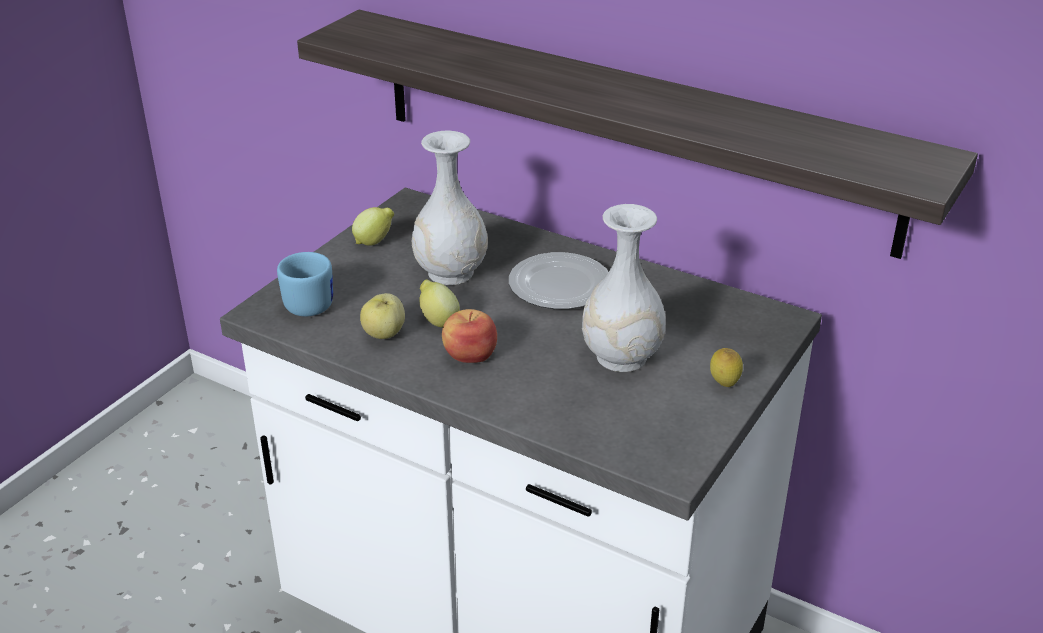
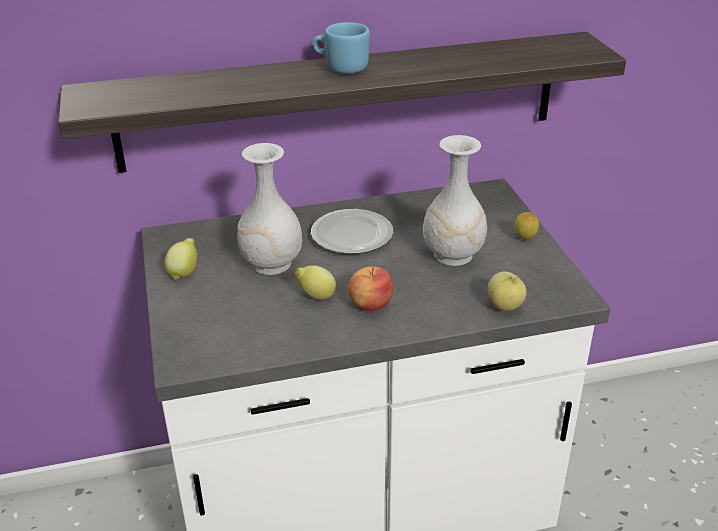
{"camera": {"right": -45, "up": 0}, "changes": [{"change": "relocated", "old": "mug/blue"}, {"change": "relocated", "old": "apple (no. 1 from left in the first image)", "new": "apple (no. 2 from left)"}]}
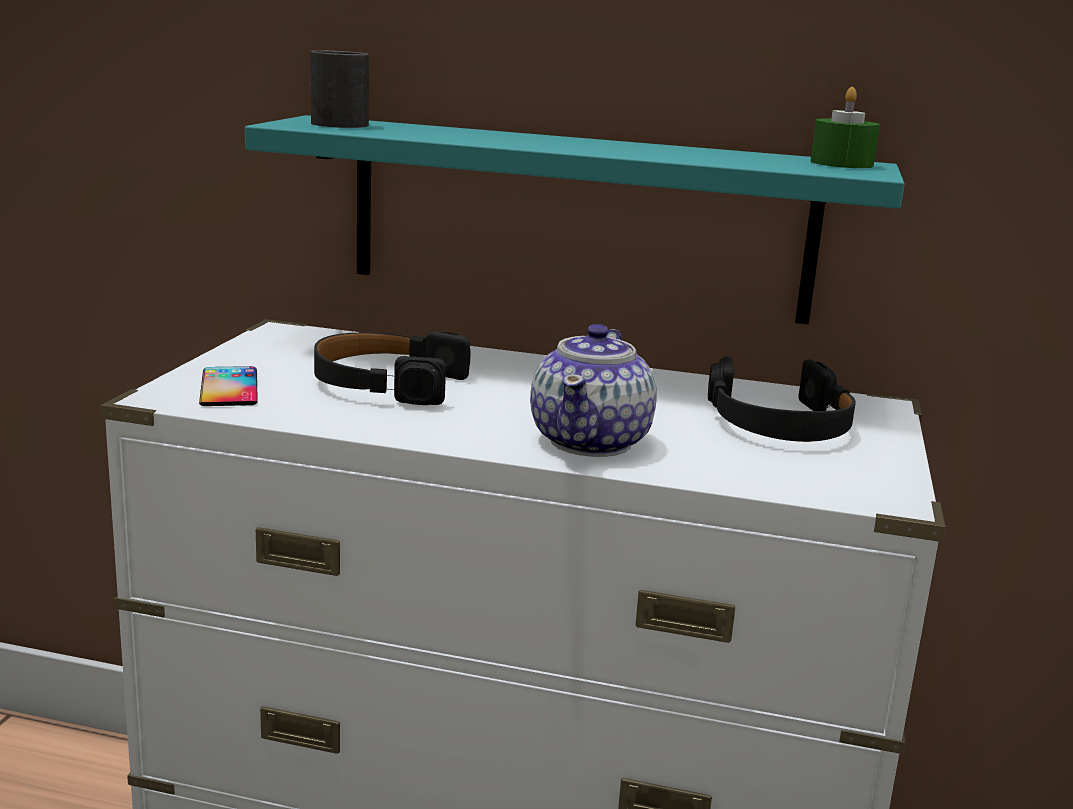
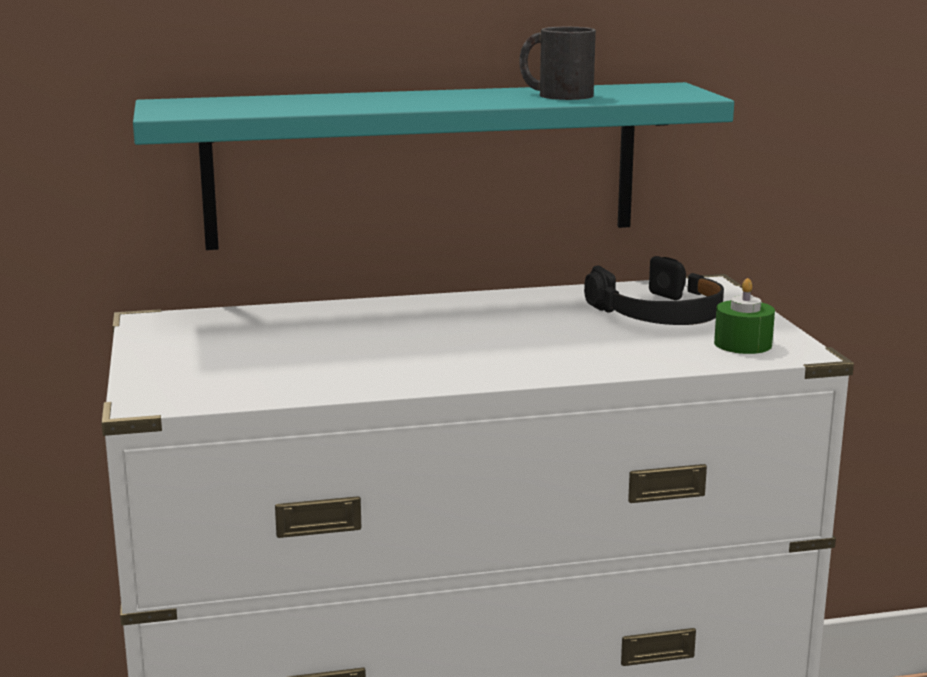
{"camera": {"right": -25, "up": 0}, "changes": [{"change": "relocated", "old": "mug/black"}, {"change": "relocated", "old": "candle/green"}, {"change": "missing", "old": "teapot"}, {"change": "missing", "old": "headphones/black (no. 1 from left)"}, {"change": "missing", "old": "phone"}]}
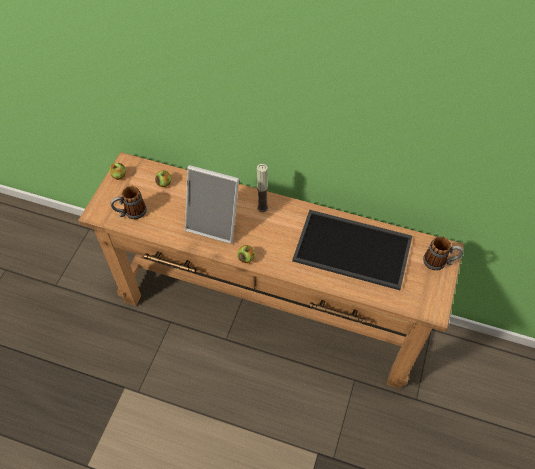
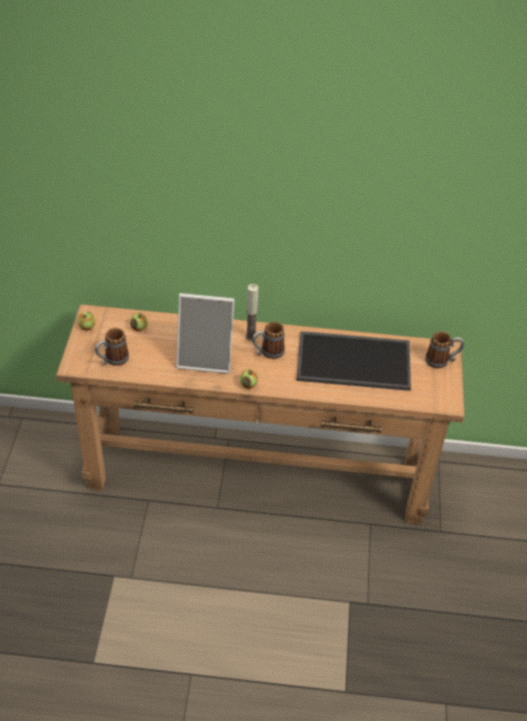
{"camera": {"right": -15, "up": -10}, "changes": [{"change": "appeared", "new": "mug (no. 2 from left)"}]}
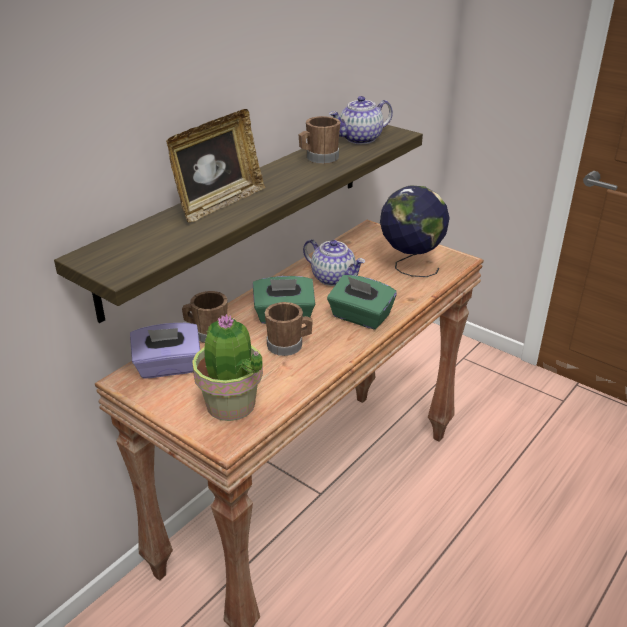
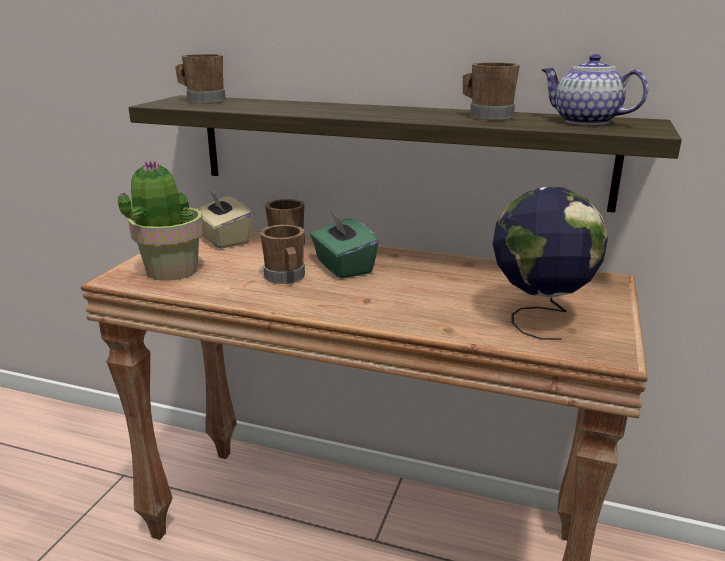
{"camera": {"right": 70, "up": -10}, "changes": [{"change": "missing", "old": "picture frame"}, {"change": "missing", "old": "teapot (no. 1 from left)"}, {"change": "missing", "old": "tissue box/green (no. 2 from left)"}, {"change": "colour", "old": "tissue box/purple", "new": "tissue box/beige"}, {"change": "appeared", "new": "mug/brown (no. 1 from left)"}]}
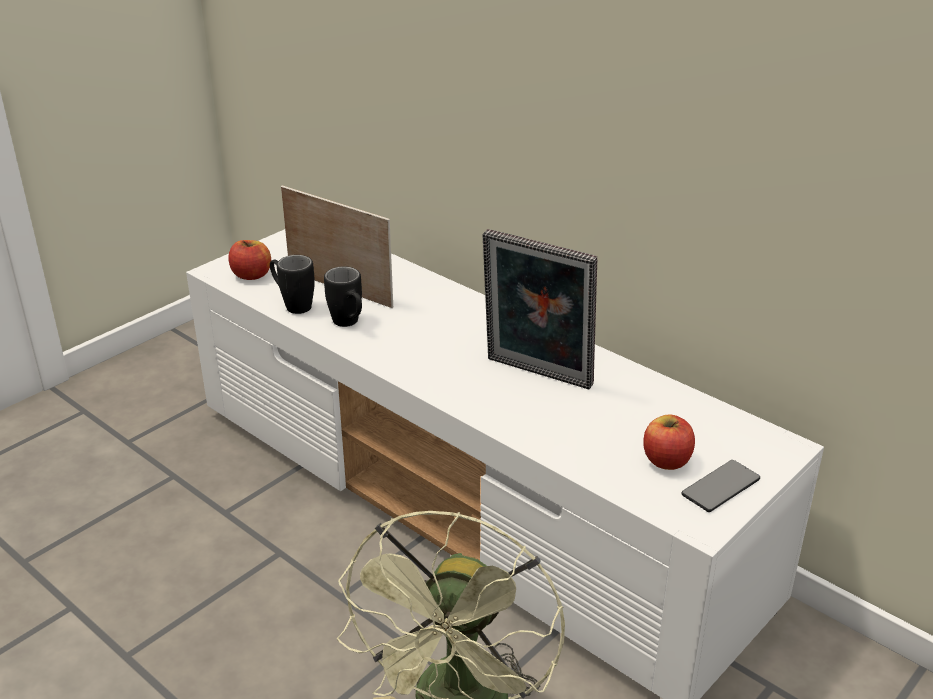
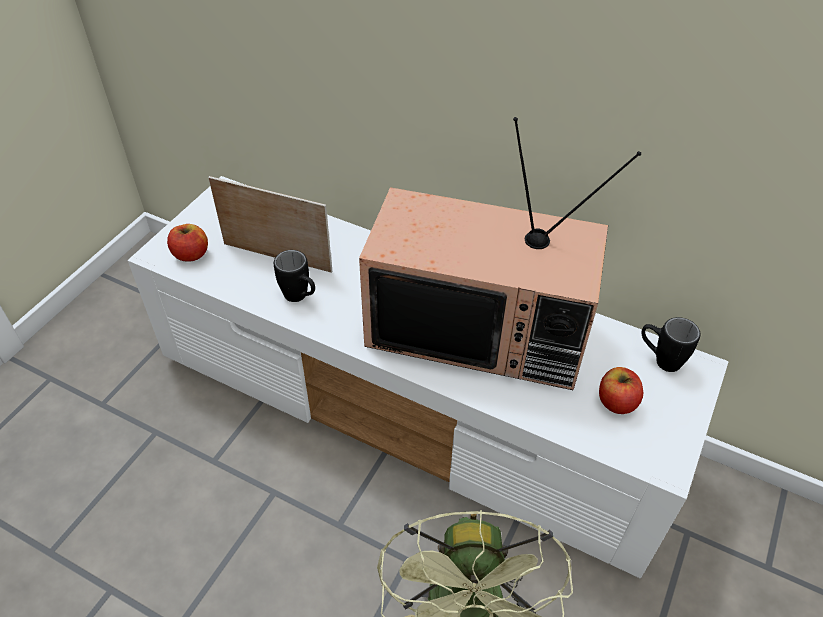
{"camera": {"right": -15, "up": 15}, "changes": [{"change": "exchanged", "old": "picture frame (no. 2 from left)", "new": "television"}, {"change": "relocated", "old": "mug/black (no. 1 from left in the first image)", "new": "mug/black (no. 2 from left)"}, {"change": "missing", "old": "phone"}]}
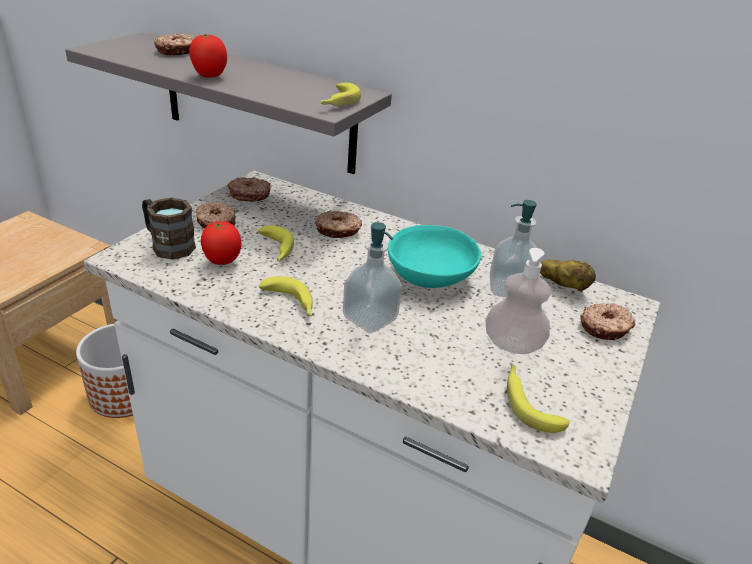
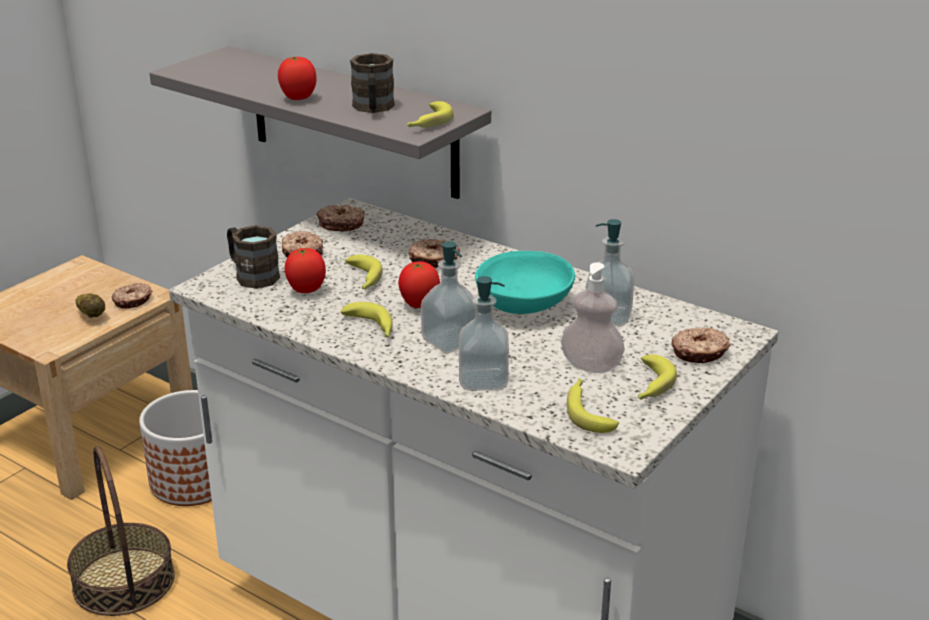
{"camera": {"right": 10, "up": -5}, "changes": [{"change": "relocated", "old": "donut (no. 1 from left)"}, {"change": "relocated", "old": "potato"}, {"change": "appeared", "new": "mug/brown (no. 2 from left)"}, {"change": "appeared", "new": "tomato (no. 3 from left)"}, {"change": "appeared", "new": "soap dispenser (no. 2 from left)"}, {"change": "appeared", "new": "banana (no. 5 from left)"}, {"change": "appeared", "new": "basket"}]}
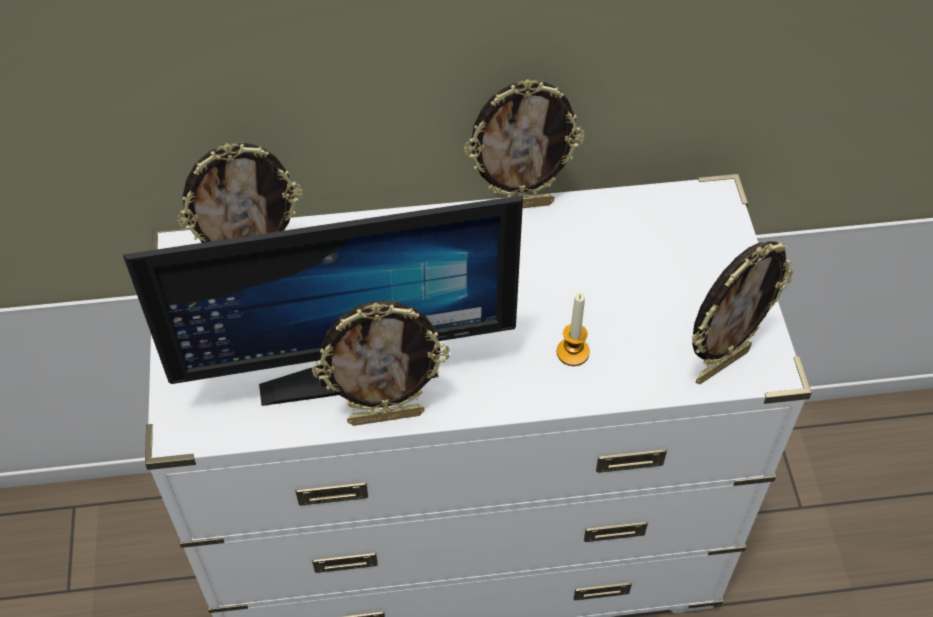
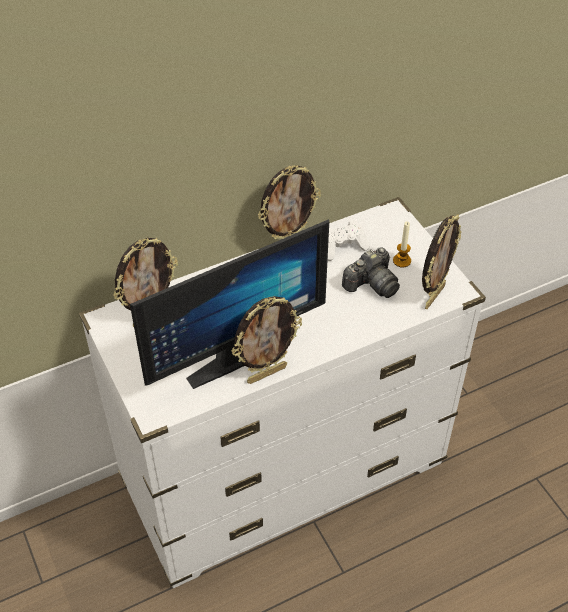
{"camera": {"right": -20, "up": -5}, "changes": [{"change": "relocated", "old": "candle"}, {"change": "appeared", "new": "game controller/white"}, {"change": "appeared", "new": "photo camera"}]}
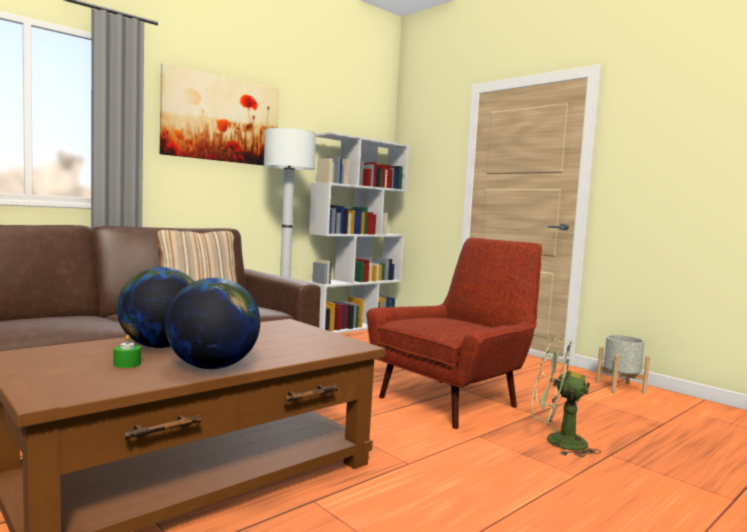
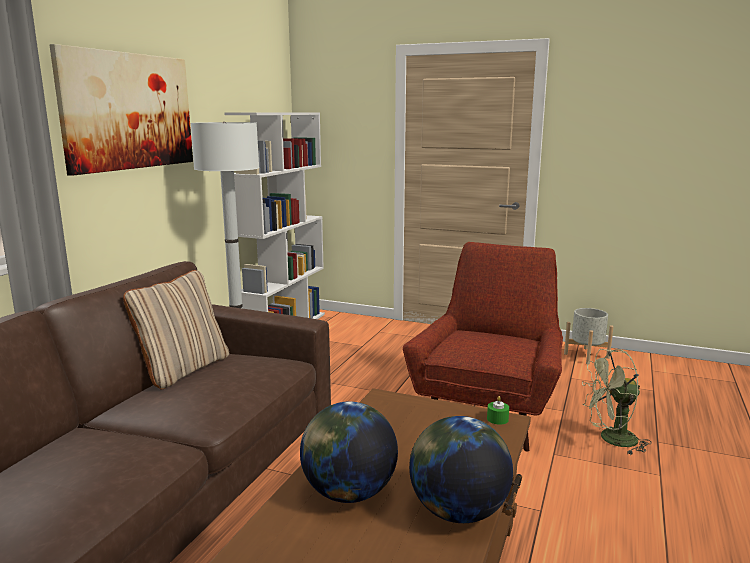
{"camera": {"right": -25, "up": 10}, "changes": [{"change": "relocated", "old": "candle/green"}]}
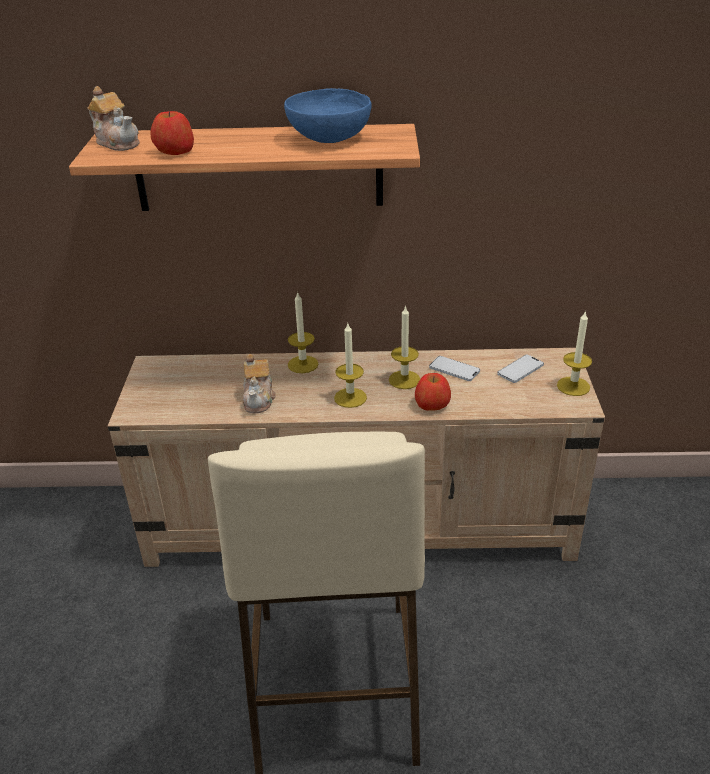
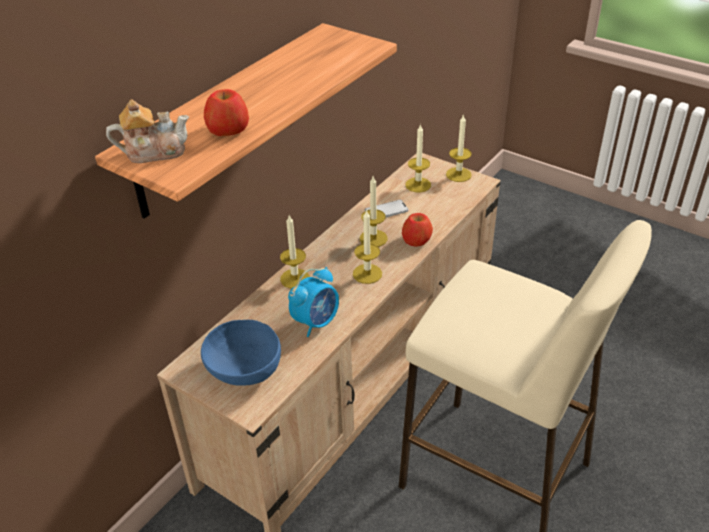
{"camera": {"right": -55, "up": 5}, "changes": [{"change": "relocated", "old": "bowl/blue"}, {"change": "exchanged", "old": "teapot (no. 2 from left)", "new": "alarm clock"}, {"change": "exchanged", "old": "phone (no. 2 from left)", "new": "candle (no. 4 from left)"}]}
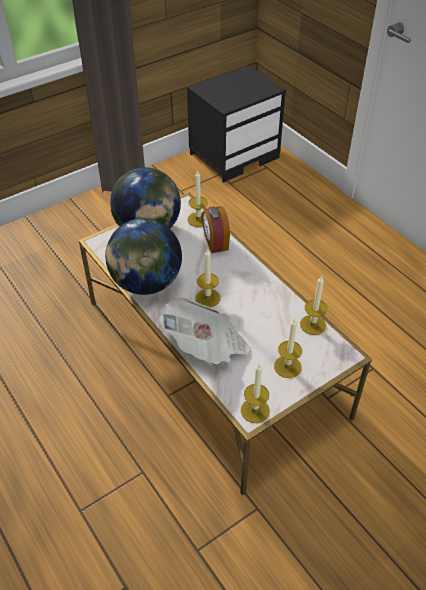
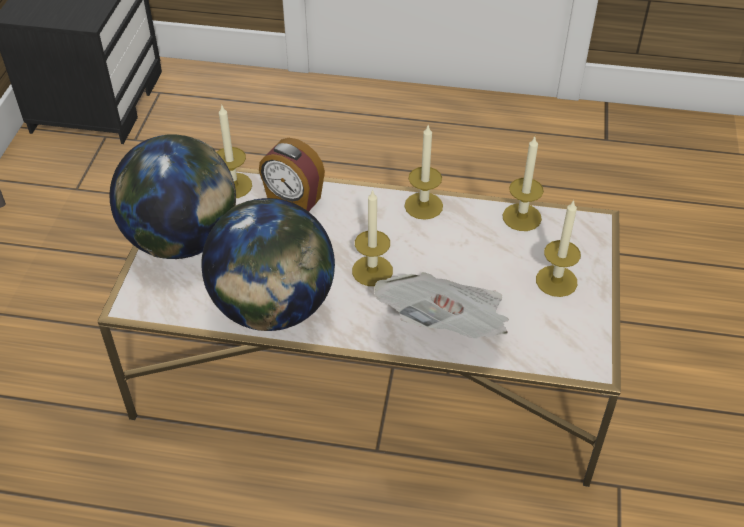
{"camera": {"right": -45, "up": 0}, "changes": [{"change": "relocated", "old": "candle (no. 3 from left)"}]}
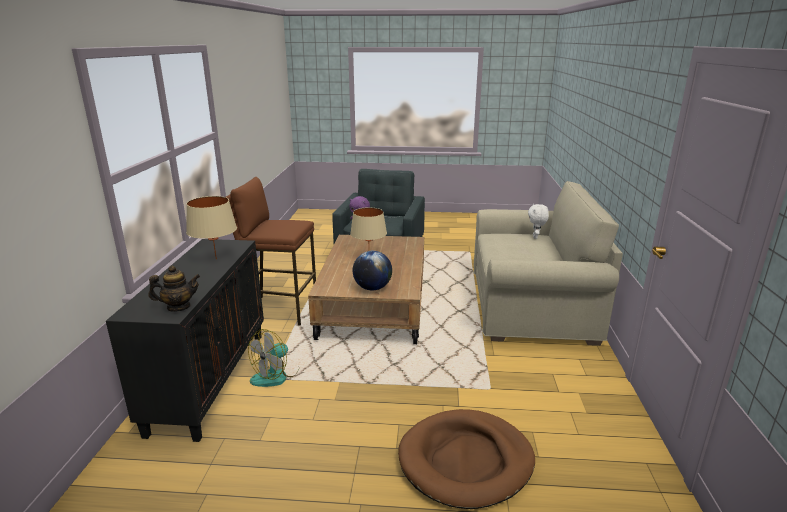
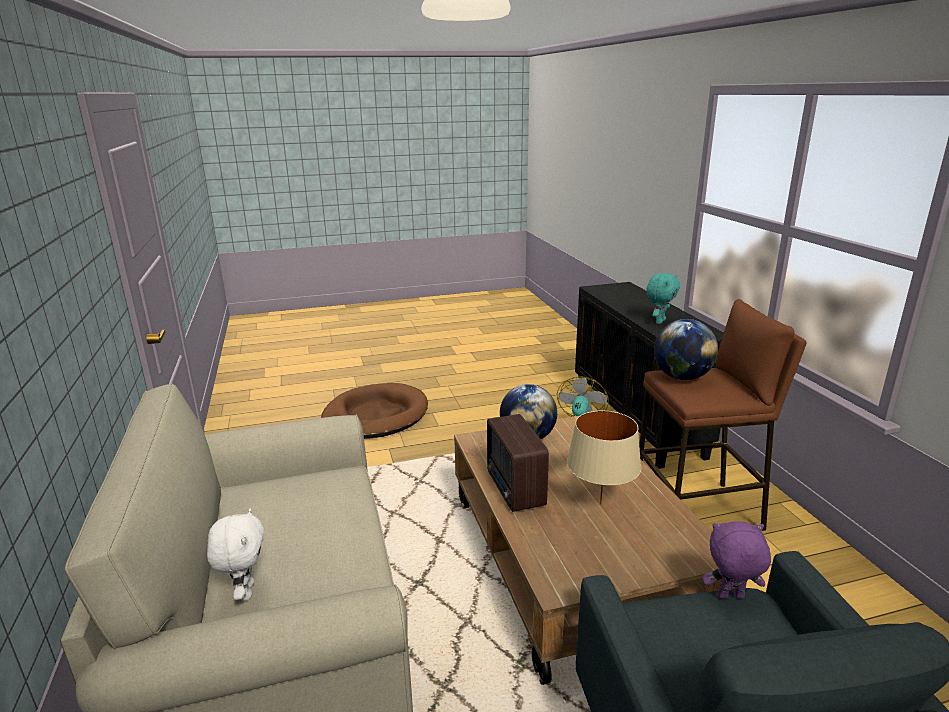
{"camera": {"right": 160, "up": 0}, "changes": [{"change": "exchanged", "old": "table lamp/beige (no. 1 from left)", "new": "plush toy/turquoise"}, {"change": "missing", "old": "teapot"}, {"change": "appeared", "new": "globe (no. 2 from left)"}, {"change": "appeared", "new": "radio"}]}
